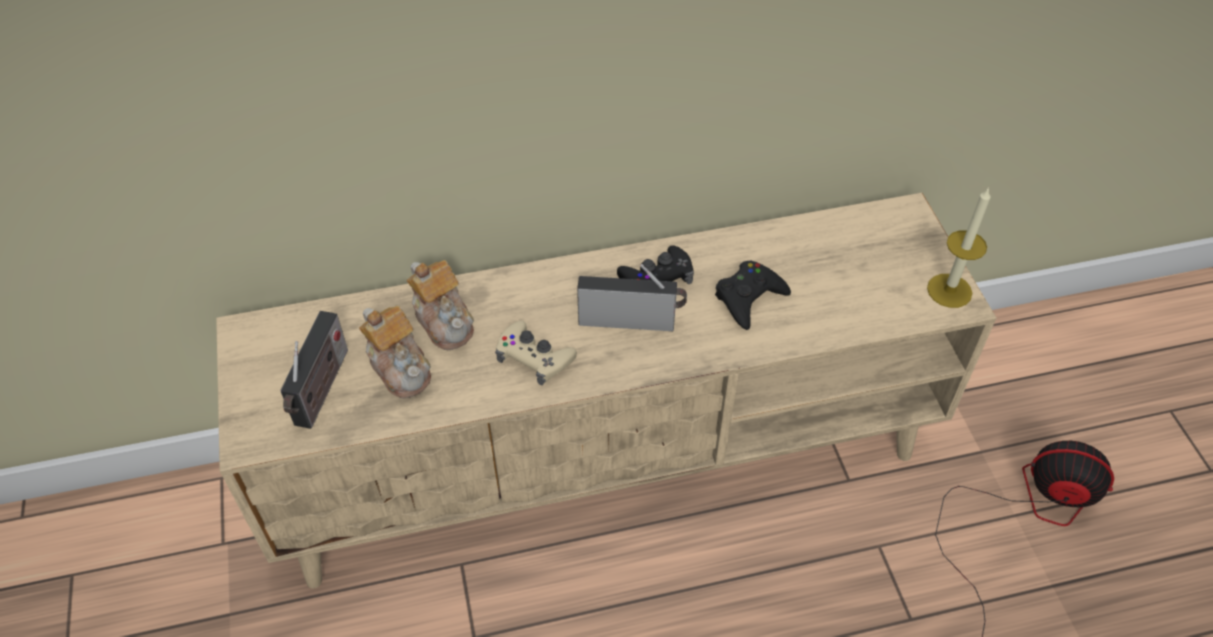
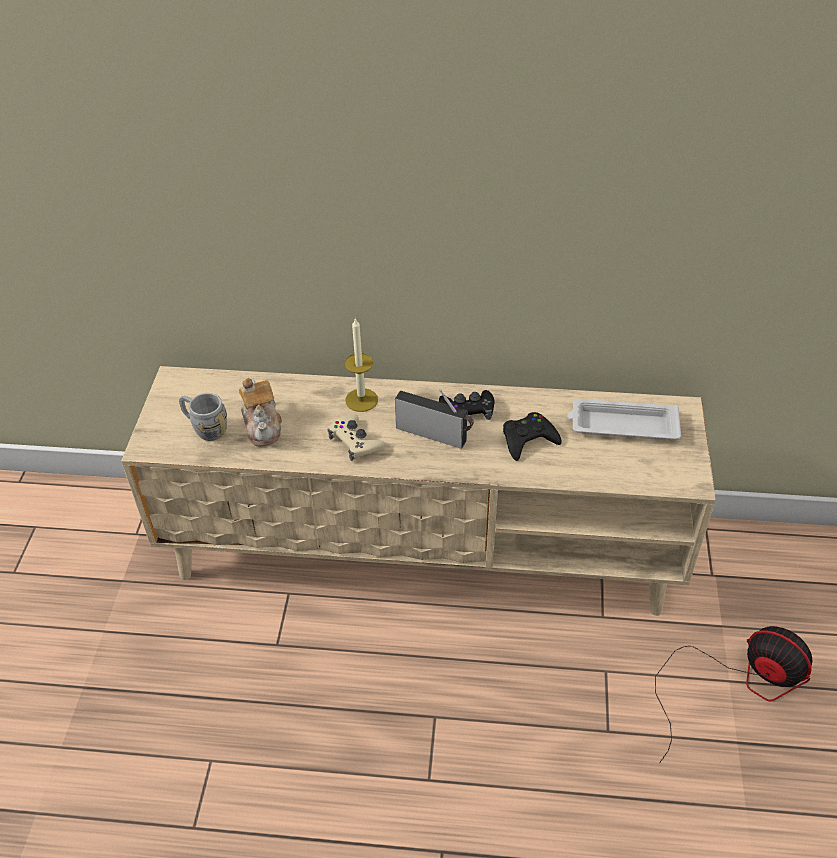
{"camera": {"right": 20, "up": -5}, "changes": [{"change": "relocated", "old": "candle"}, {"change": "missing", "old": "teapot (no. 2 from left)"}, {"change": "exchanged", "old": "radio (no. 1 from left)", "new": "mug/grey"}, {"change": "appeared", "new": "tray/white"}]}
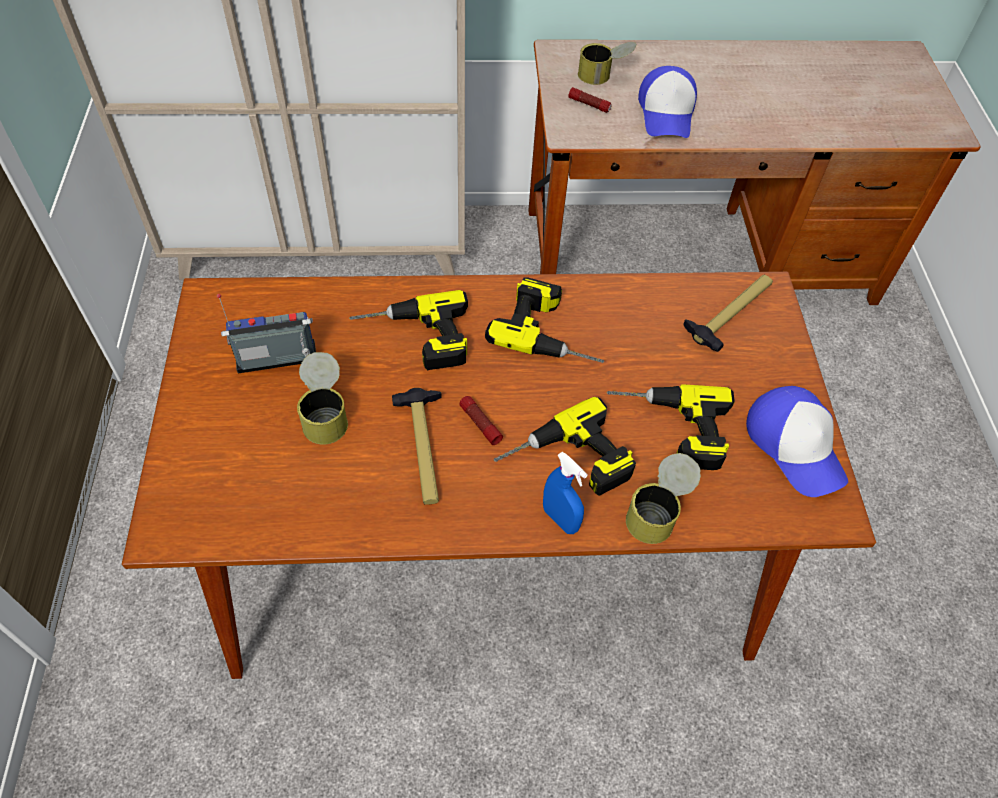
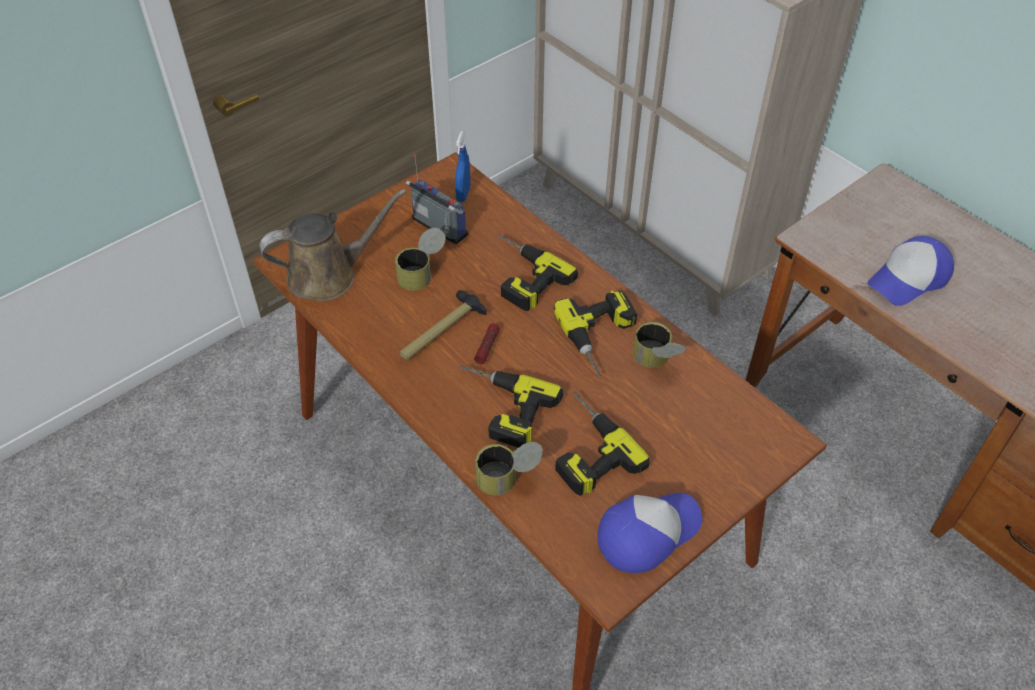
{"camera": {"right": 55, "up": -5}, "changes": [{"change": "relocated", "old": "can (no. 2 from left in the first image)", "new": "can (no. 3 from left)"}, {"change": "missing", "old": "flashlight (no. 2 from left)"}, {"change": "missing", "old": "hammer (no. 2 from left)"}, {"change": "spun", "old": "cap (no. 2 from left in the first image)", "degrees": -150}, {"change": "relocated", "old": "spray bottle/blue"}, {"change": "appeared", "new": "watering can/brown"}]}
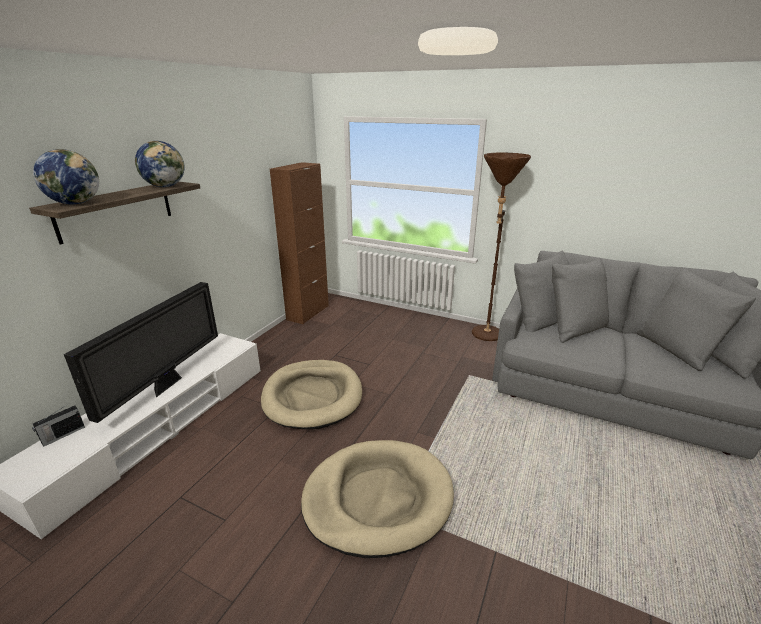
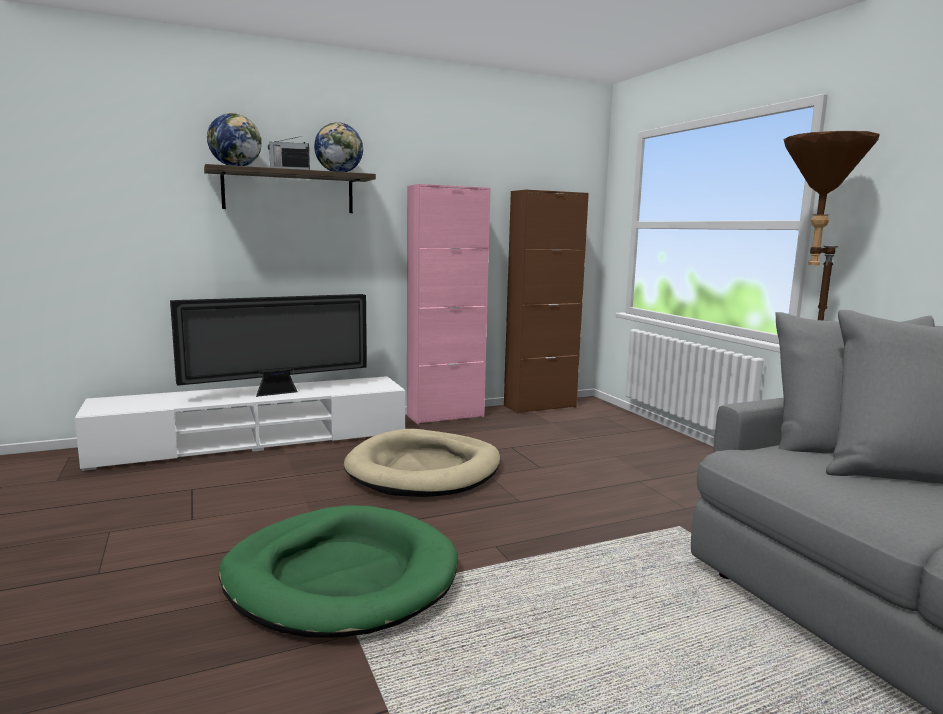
{"camera": {"right": 40, "up": -15}, "changes": [{"change": "relocated", "old": "radio"}, {"change": "colour", "old": "dog bed/beige (no. 2 from left)", "new": "dog bed/green"}, {"change": "appeared", "new": "cabinet/pink"}]}
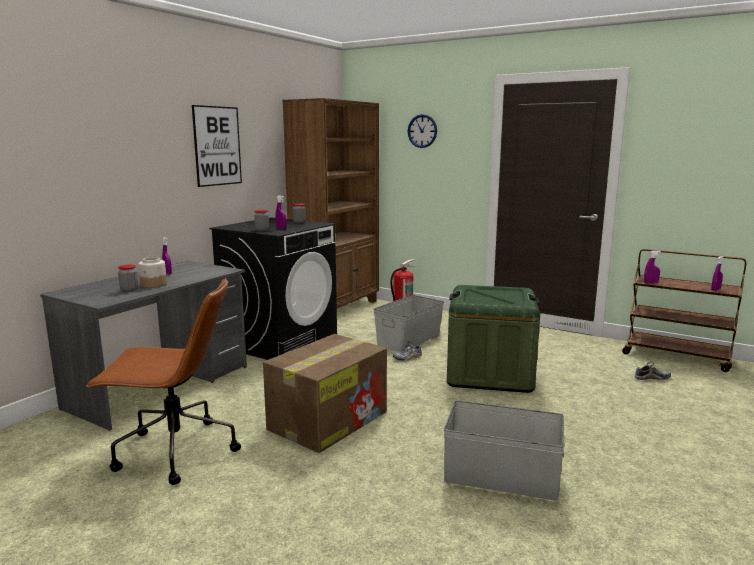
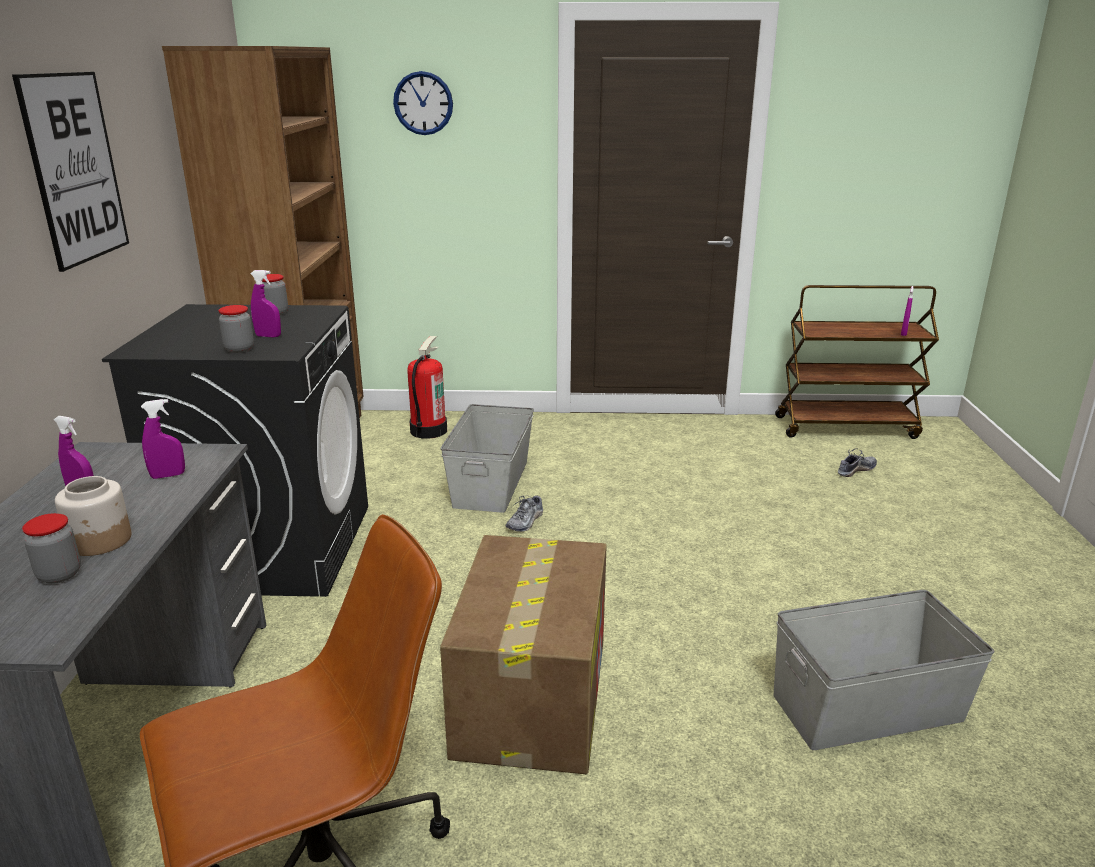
{"camera": {"right": -30, "up": 10}, "changes": [{"change": "relocated", "old": "spray bottle/purple (no. 3 from left in the first image)", "new": "spray bottle/purple (no. 2 from left)"}, {"change": "missing", "old": "storage box/green"}]}
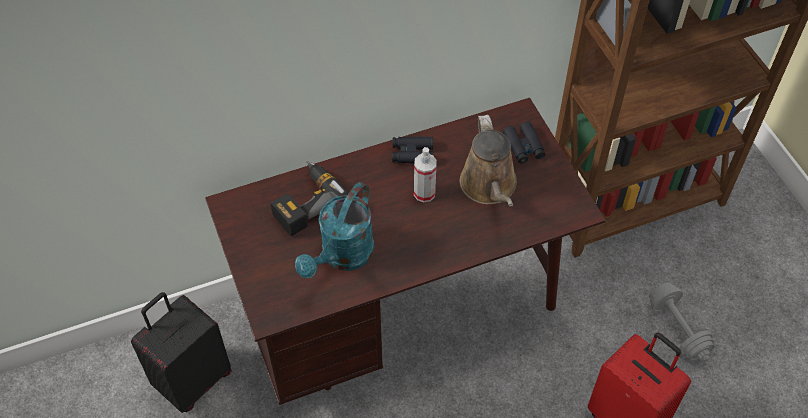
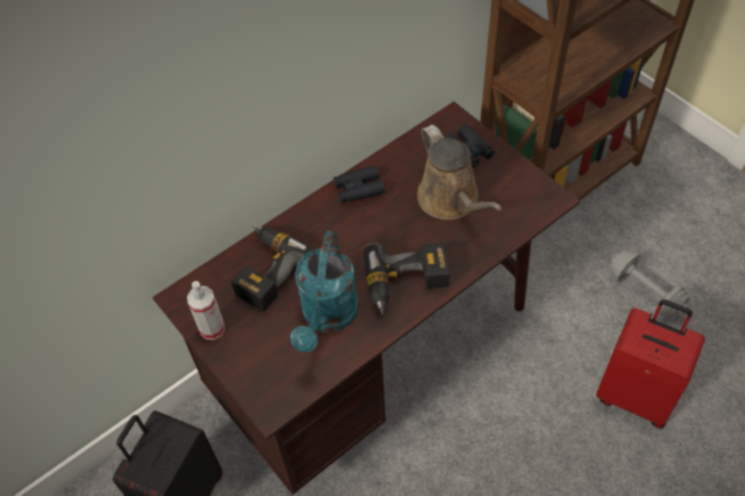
{"camera": {"right": -15, "up": 0}, "changes": [{"change": "relocated", "old": "spray bottle"}, {"change": "appeared", "new": "power drill (no. 2 from left)"}]}
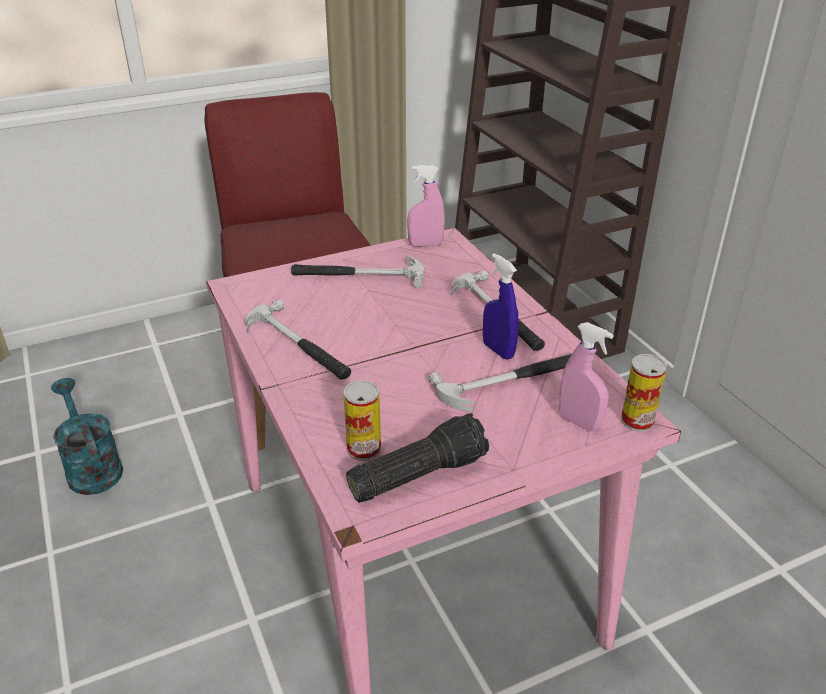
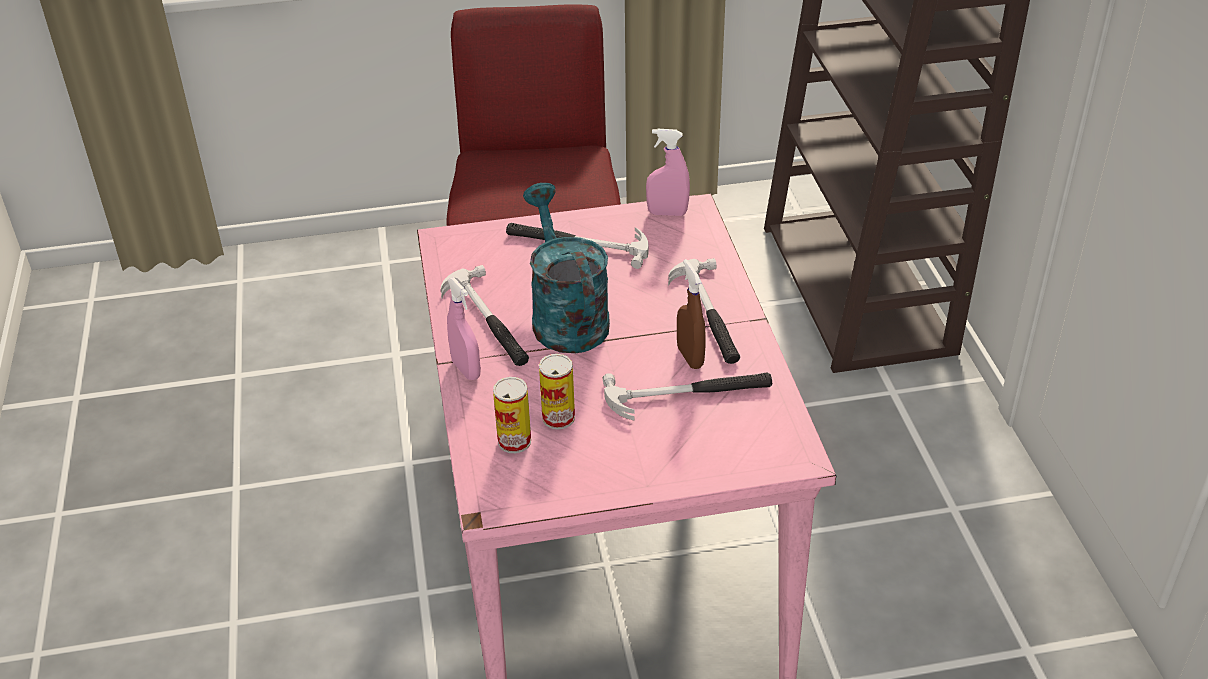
{"camera": {"right": 15, "up": 5}, "changes": [{"change": "colour", "old": "spray bottle/blue", "new": "spray bottle/brown"}, {"change": "relocated", "old": "spray bottle/pink (no. 2 from left in the first image)", "new": "spray bottle/pink (no. 1 from left)"}, {"change": "relocated", "old": "can (no. 2 from left)"}, {"change": "relocated", "old": "watering can/turquoise"}, {"change": "missing", "old": "flashlight"}]}
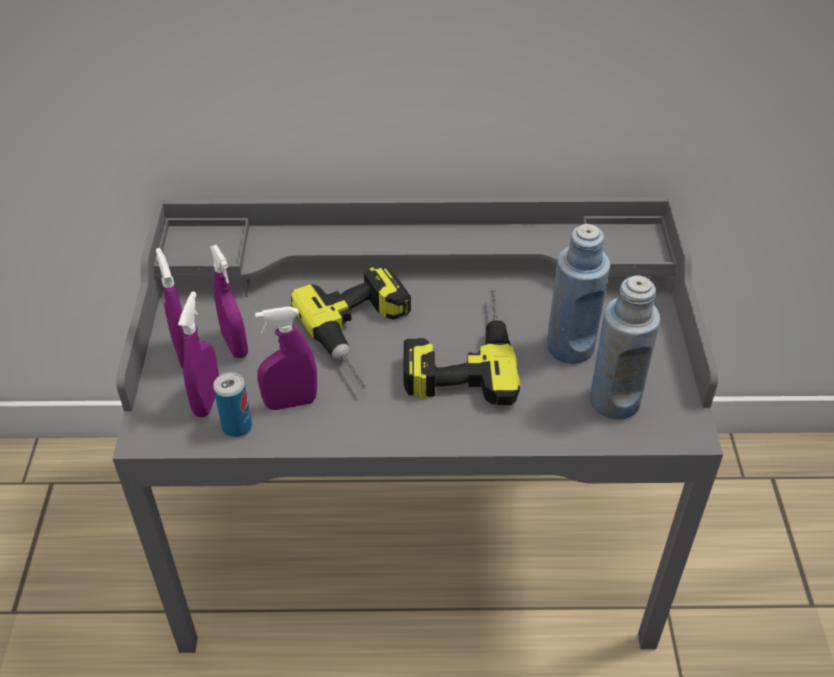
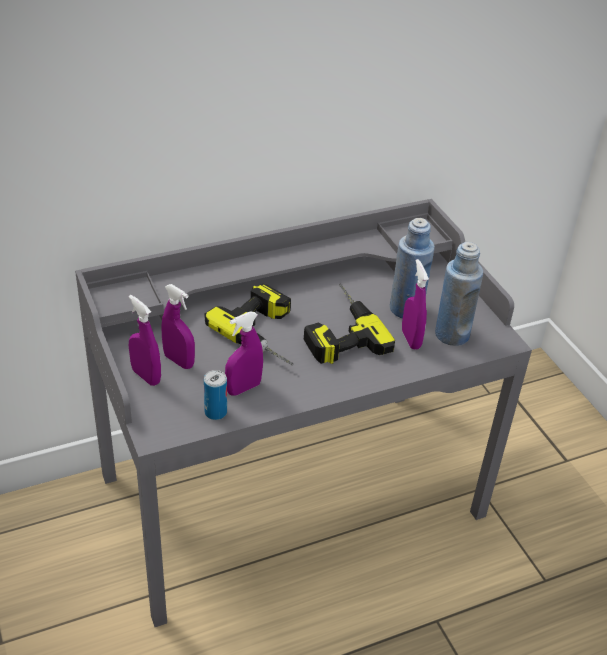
{"camera": {"right": -25, "up": -5}, "changes": [{"change": "relocated", "old": "spray bottle/purple (no. 2 from left in the first image)", "new": "spray bottle/purple (no. 4 from left)"}]}
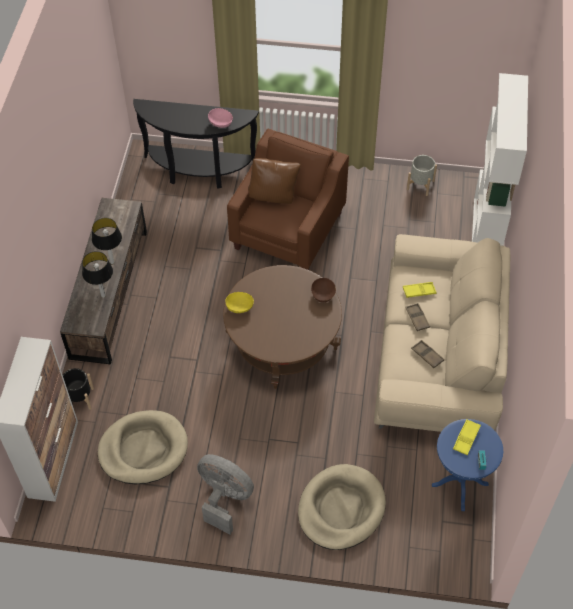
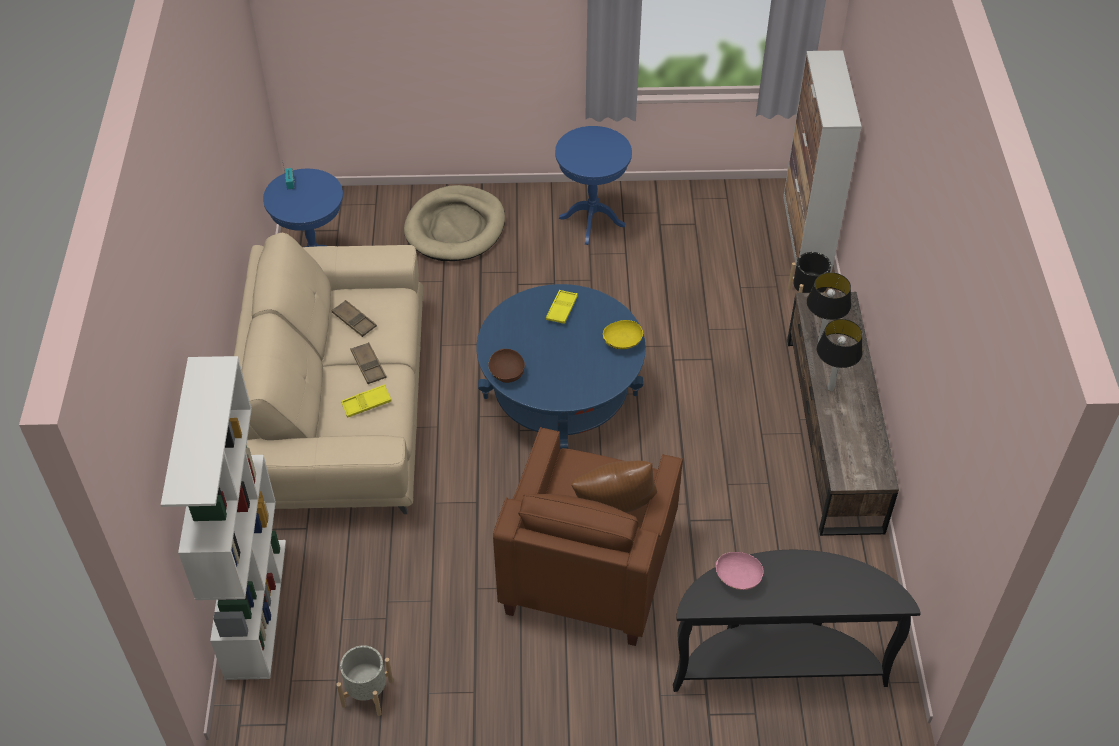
{"camera": {"right": 170, "up": -5}, "changes": [{"change": "colour", "old": "coffee table/brown", "new": "coffee table/blue"}, {"change": "missing", "old": "dog bed/beige (no. 1 from left)"}, {"change": "relocated", "old": "tray/yellow (no. 2 from left)"}, {"change": "exchanged", "old": "fan/grey", "new": "side table/blue (no. 2 from left)"}]}
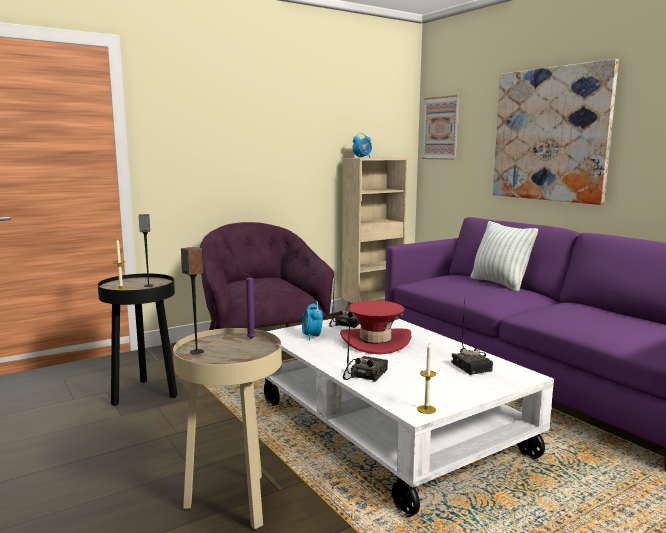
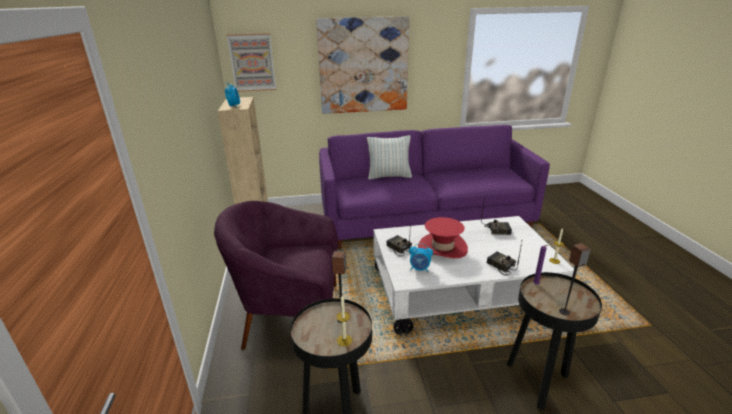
{"camera": {"right": -65, "up": 15}, "changes": [{"change": "colour", "old": "side table/beige", "new": "side table/black (no. 2 from left)"}]}
